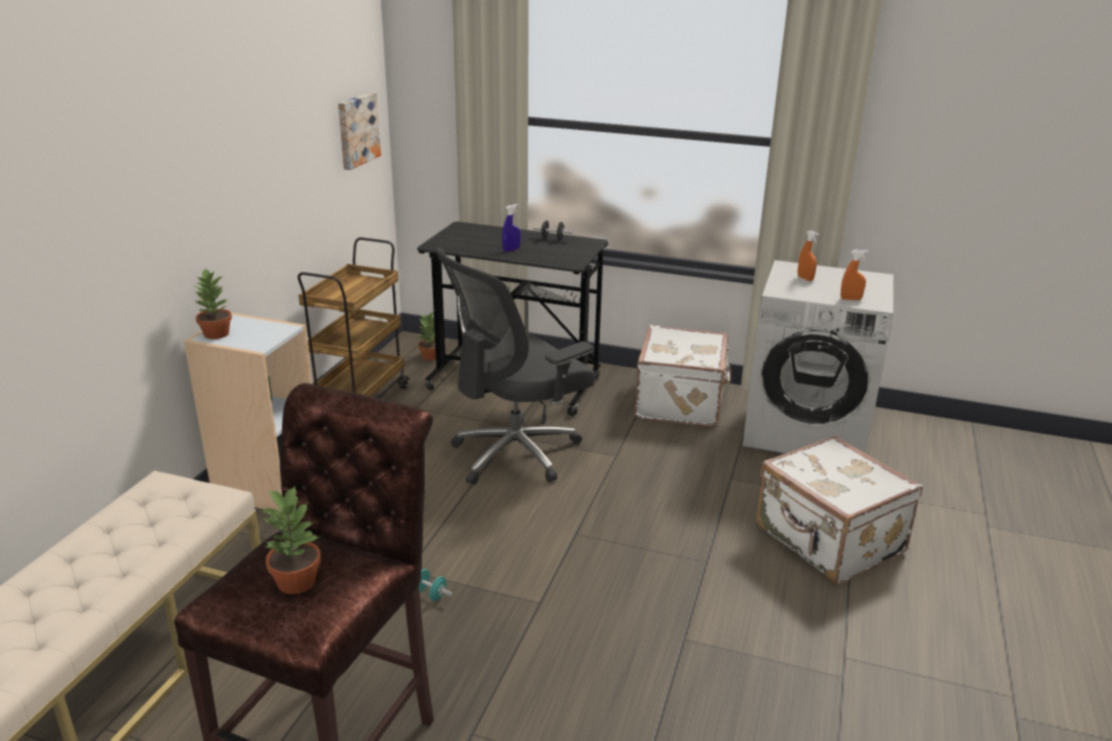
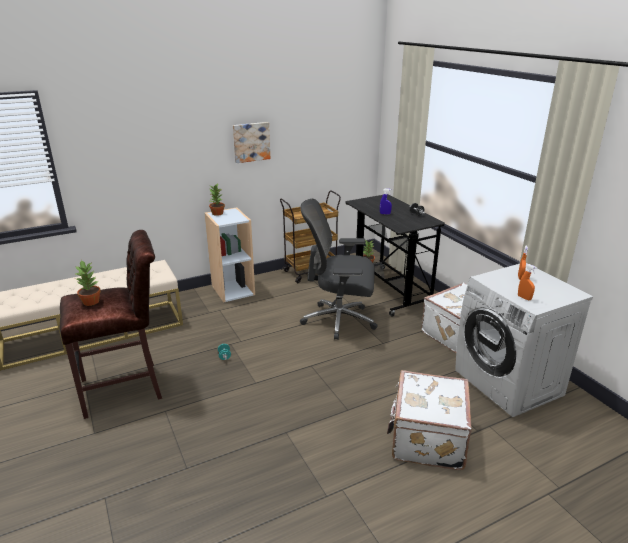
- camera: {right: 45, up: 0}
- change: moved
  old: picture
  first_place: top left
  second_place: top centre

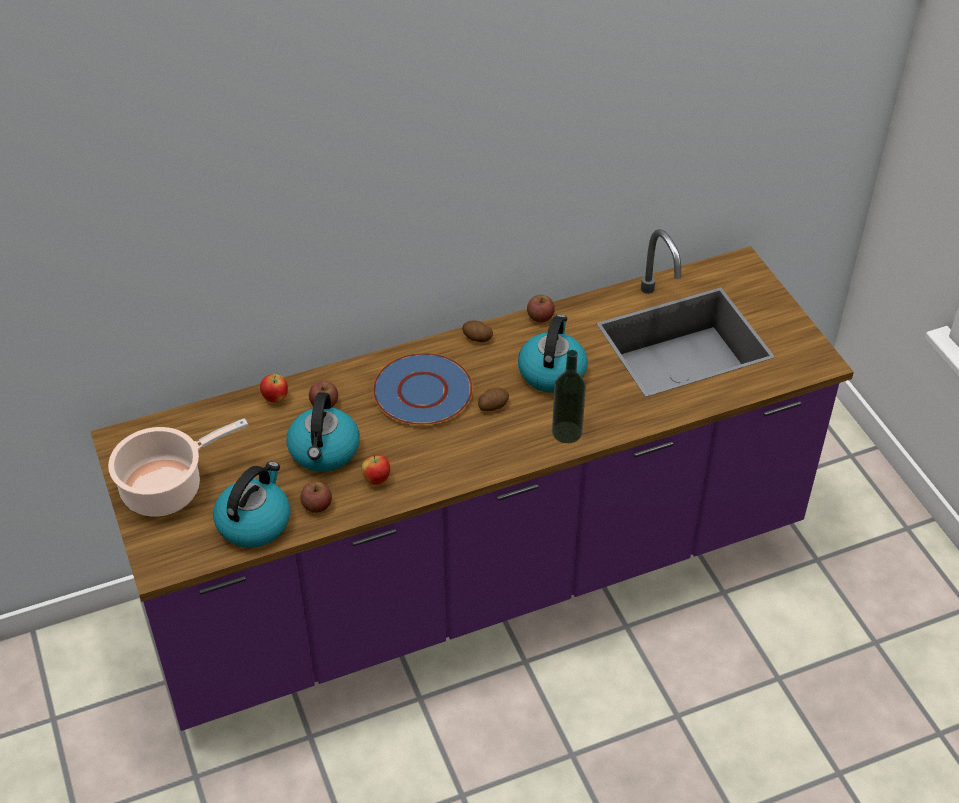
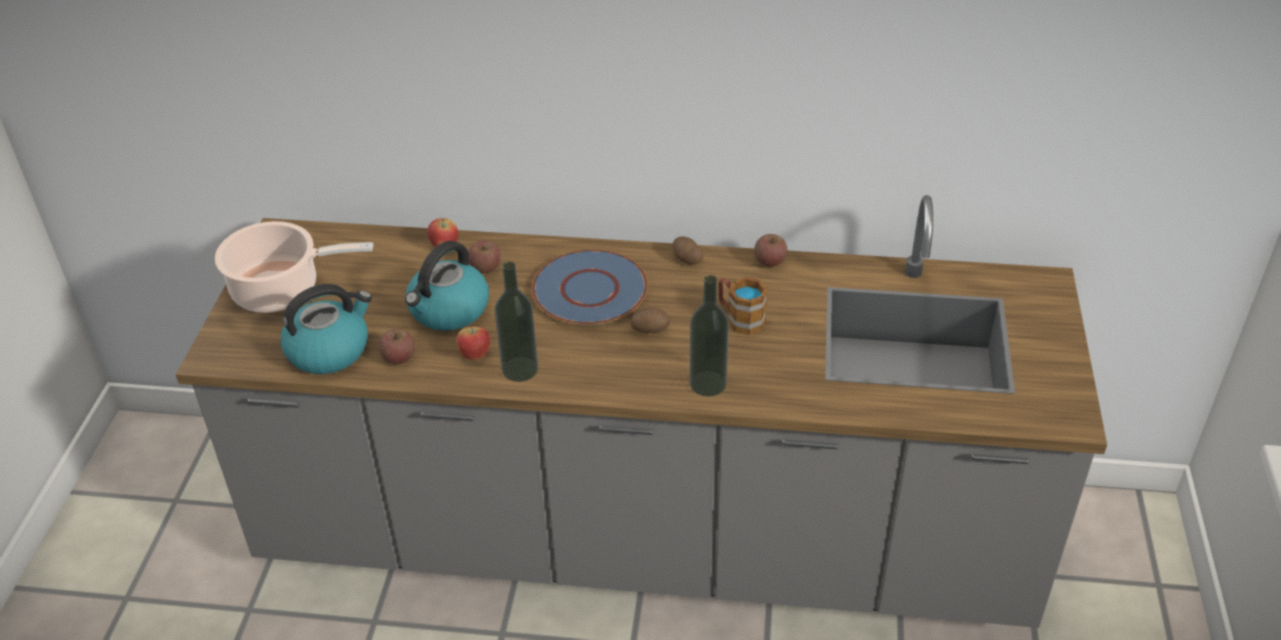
- camera: {right: 30, up: -5}
- change: recoloured
  old: counter (purple)
  new: counter (grey)
  first_place: centre
  second_place: centre
- change: replaced
  old: kettle (3rd from left)
  new: mug
  first_place: centre
  second_place: centre
- change: added
  new: bottle (1st from left)
  second_place: centre

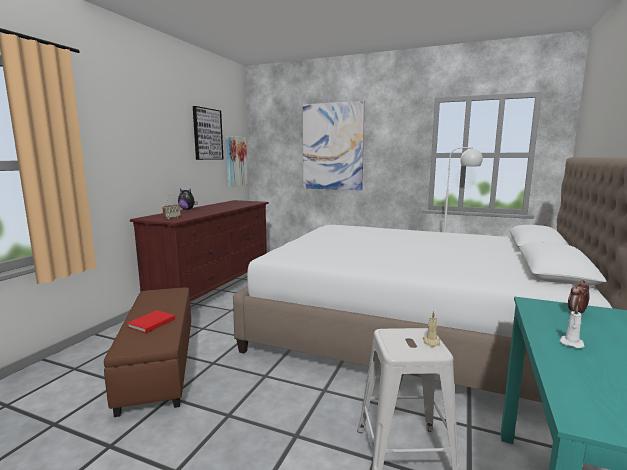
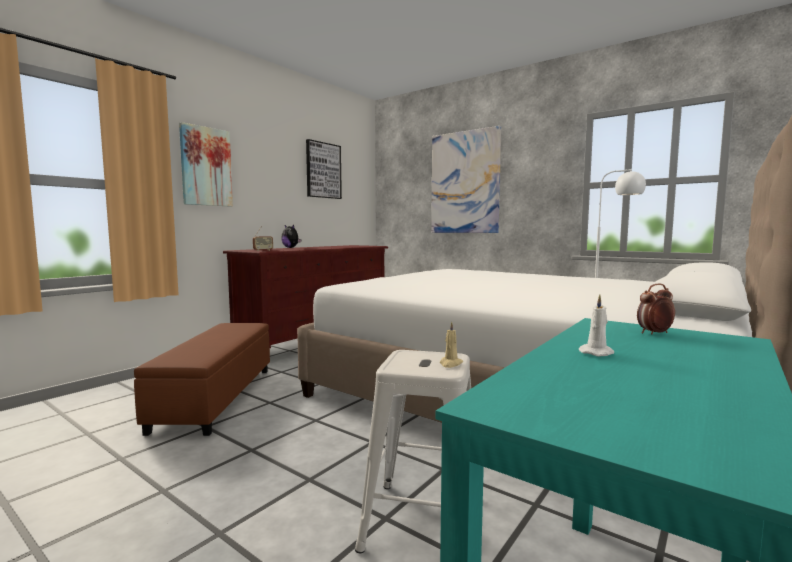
- camera: {right: 15, up: -5}
- change: removed
  old: book (red)
  first_place: bottom left
- change: moved
  old: picture (2nd from left in the first image)
  new: picture (1st from left)
  first_place: centre
  second_place: top left

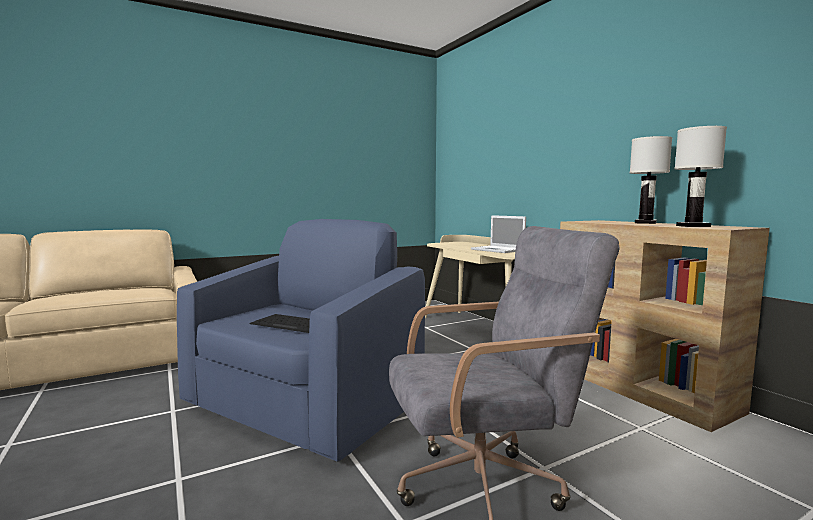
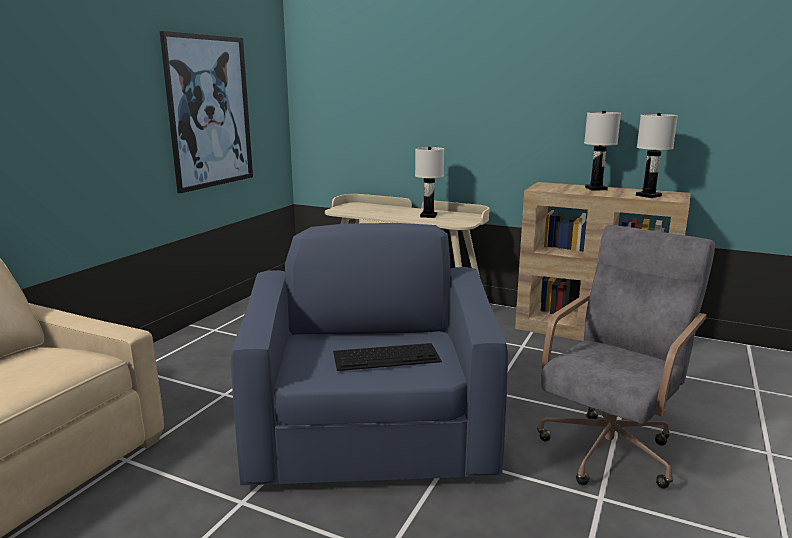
- camera: {right: -35, up: 10}
- change: replaced
  old: laptop
  new: table lamp (white) (1st from left)
  first_place: centre
  second_place: centre
- change: added
  new: picture
  second_place: top left

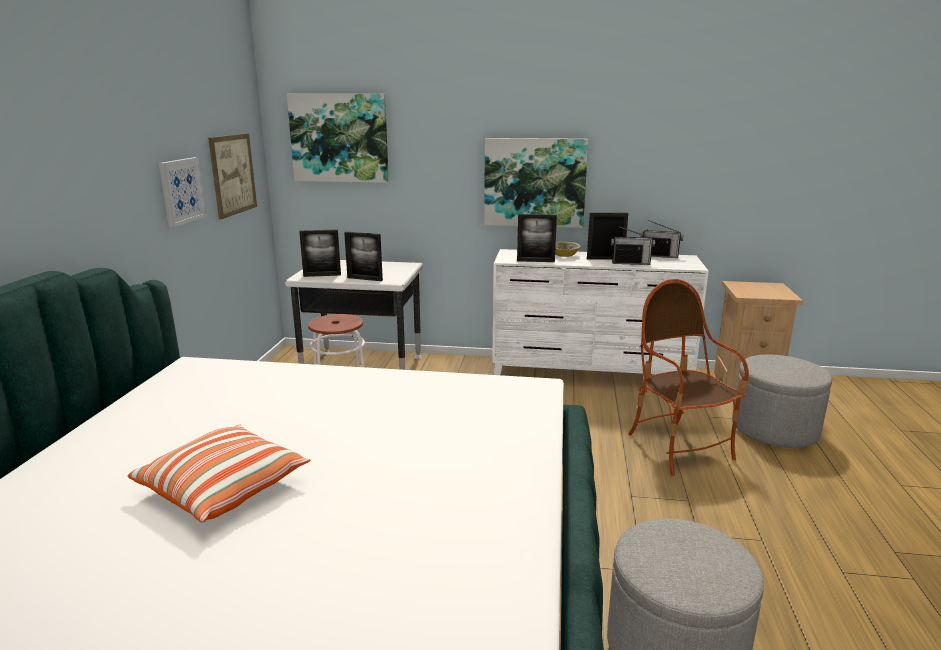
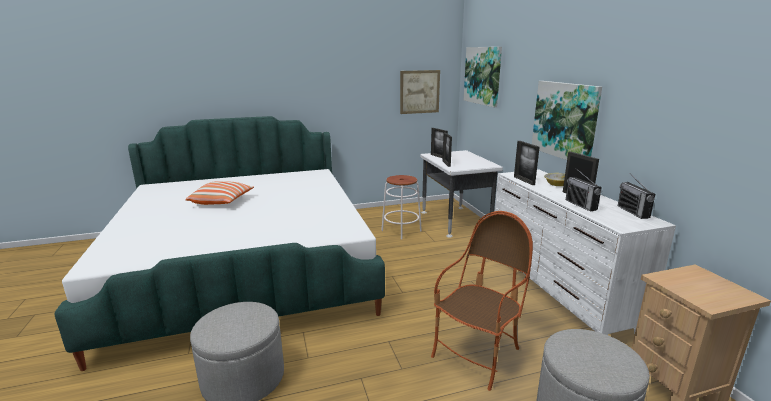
- camera: {right: 65, up: 0}
- change: removed
  old: picture (1st from left)
  first_place: top left

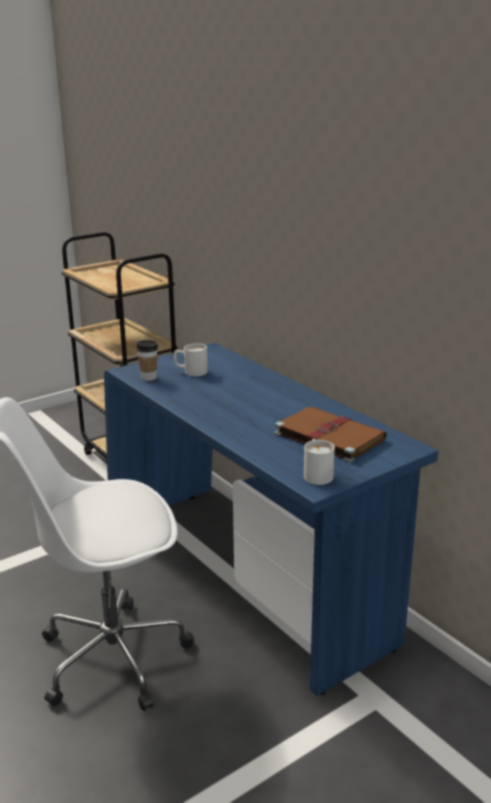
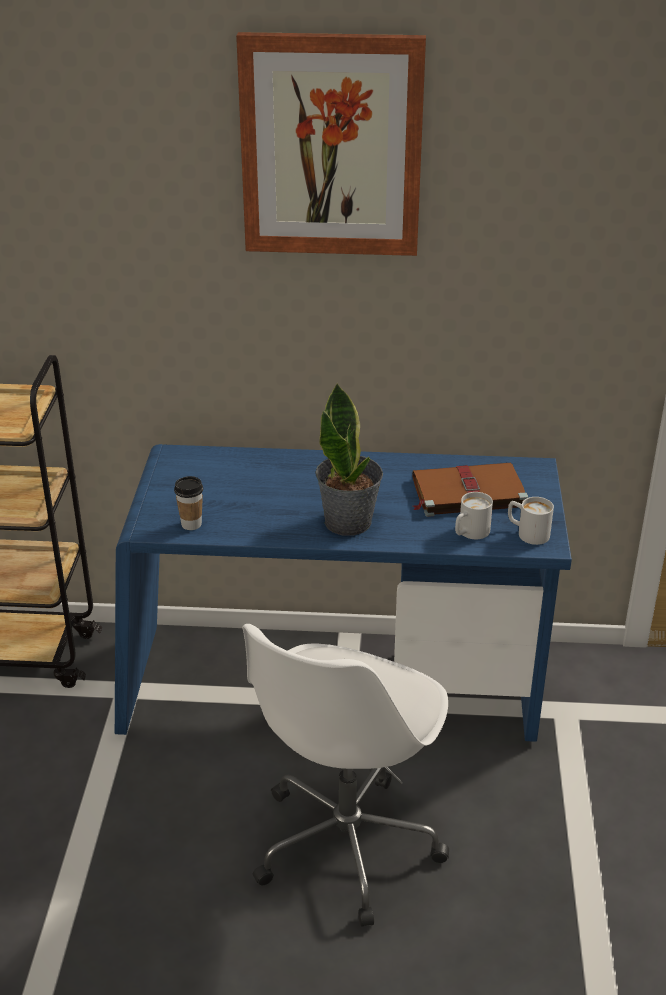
- camera: {right: -50, up: 10}
- change: moved
  old: mug (white) (1st from left)
  first_place: centre
  second_place: middle right
- change: added
  new: picture
  second_place: top centre
- change: added
  new: potted plant
  second_place: centre

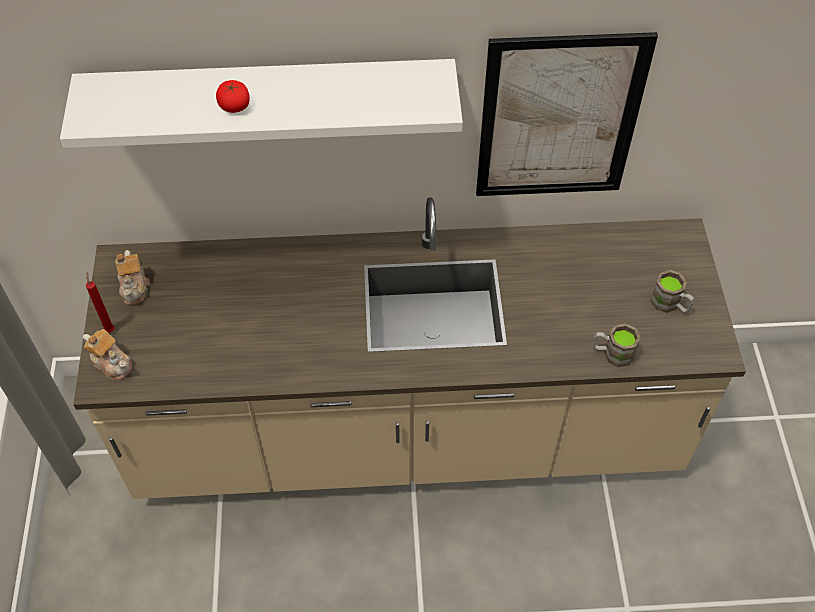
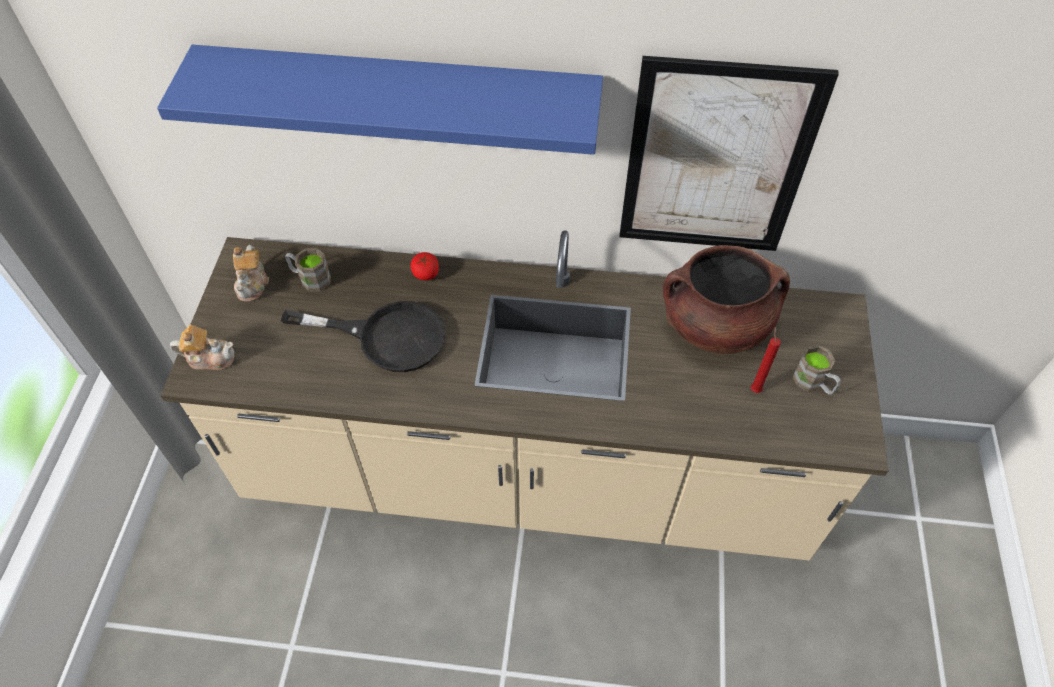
- camera: {right: 10, up: 0}
- change: recoloured
  old: shelf (white)
  new: shelf (blue)
  first_place: top left
  second_place: top centre
- change: turned
  old: teapot (1st from left)
  first_place: middle left
  second_place: middle left
  degrees: -45
- change: moved
  old: candle (red)
  first_place: middle left
  second_place: middle right
- change: moved
  old: tomato
  first_place: top left
  second_place: centre
- change: moved
  old: mug (brown) (1st from left)
  first_place: middle right
  second_place: middle left
- change: added
  new: frying pan (black)
  second_place: centre
- change: added
  new: cooking pot (brown)
  second_place: middle right

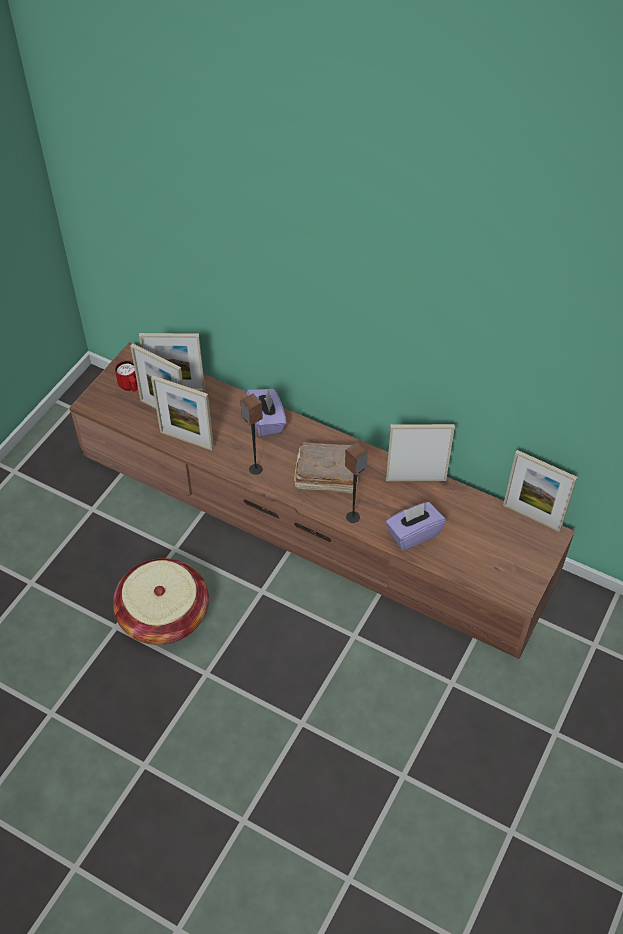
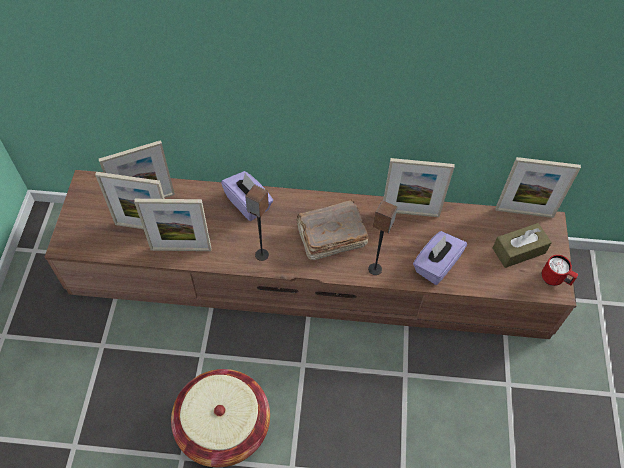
- camera: {right: -25, up: 5}
- change: moved
  old: mug (red)
  first_place: middle left
  second_place: middle right
- change: turned
  old: picture frame (4th from left)
  first_place: middle right
  second_place: middle right
  degrees: -150
- change: added
  new: tissue box (brown)
  second_place: middle right

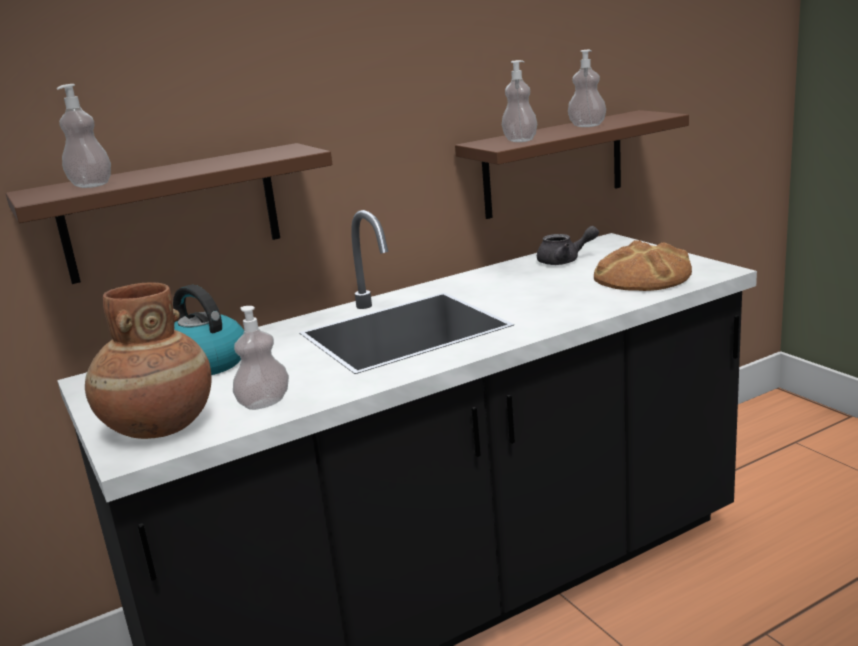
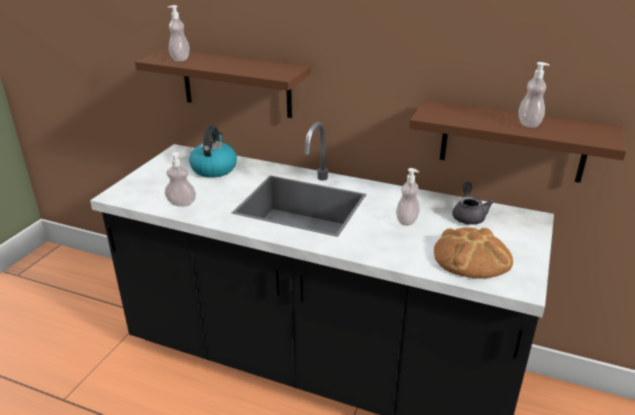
- camera: {right: 50, up: 10}
- change: removed
  old: vase (brown)
  first_place: middle left
- change: moved
  old: soap dispenser (3rd from left)
  first_place: top centre
  second_place: centre
- change: turned
  old: teapot (grey)
  first_place: centre
  second_place: middle right
  degrees: -135

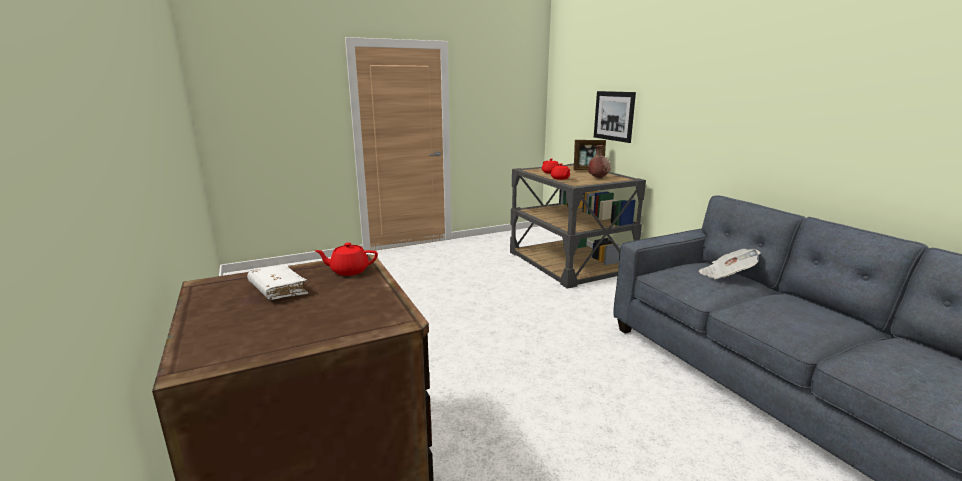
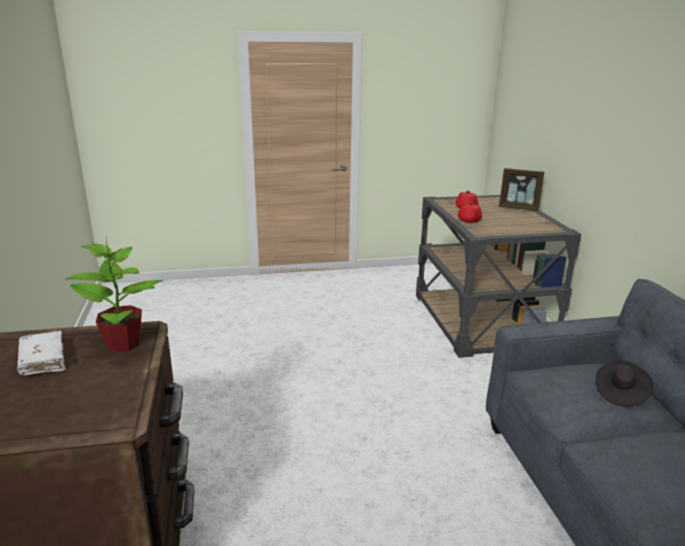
- camera: {right: 15, up: 5}
- change: replaced
  old: teapot (red) (1st from left)
  new: potted plant
  first_place: centre
  second_place: middle left
- change: removed
  old: vase (brown)
  first_place: centre
- change: removed
  old: picture
  first_place: top centre
- change: replaced
  old: newspaper
  new: hat (black)
  first_place: middle right
  second_place: bottom right

